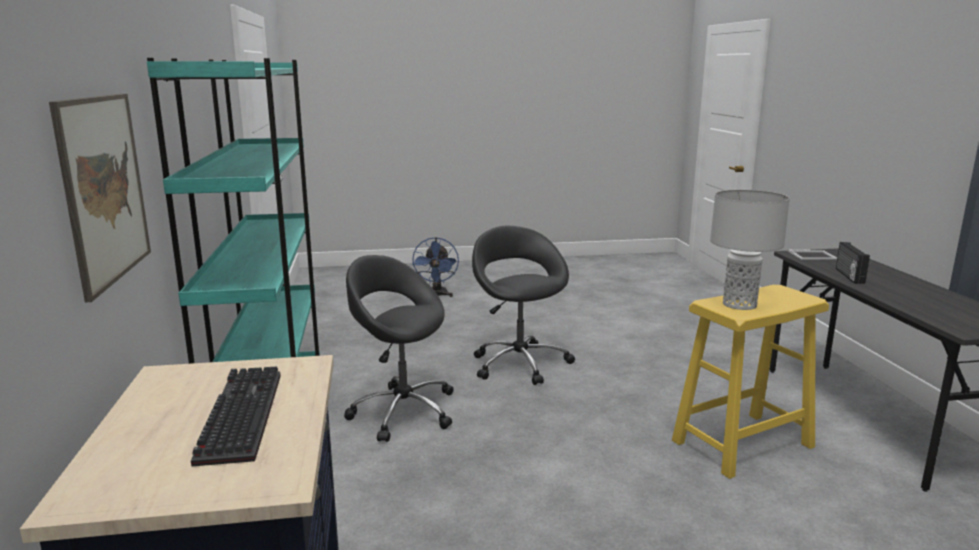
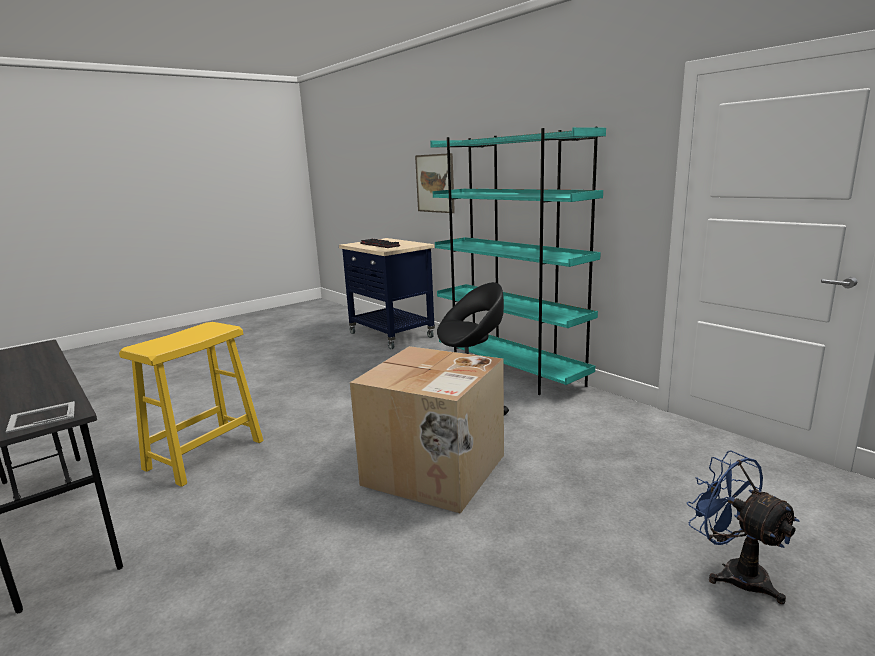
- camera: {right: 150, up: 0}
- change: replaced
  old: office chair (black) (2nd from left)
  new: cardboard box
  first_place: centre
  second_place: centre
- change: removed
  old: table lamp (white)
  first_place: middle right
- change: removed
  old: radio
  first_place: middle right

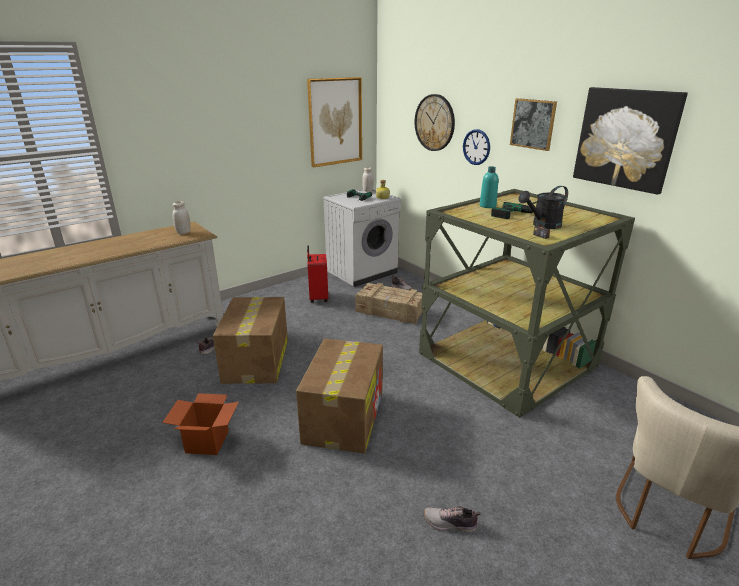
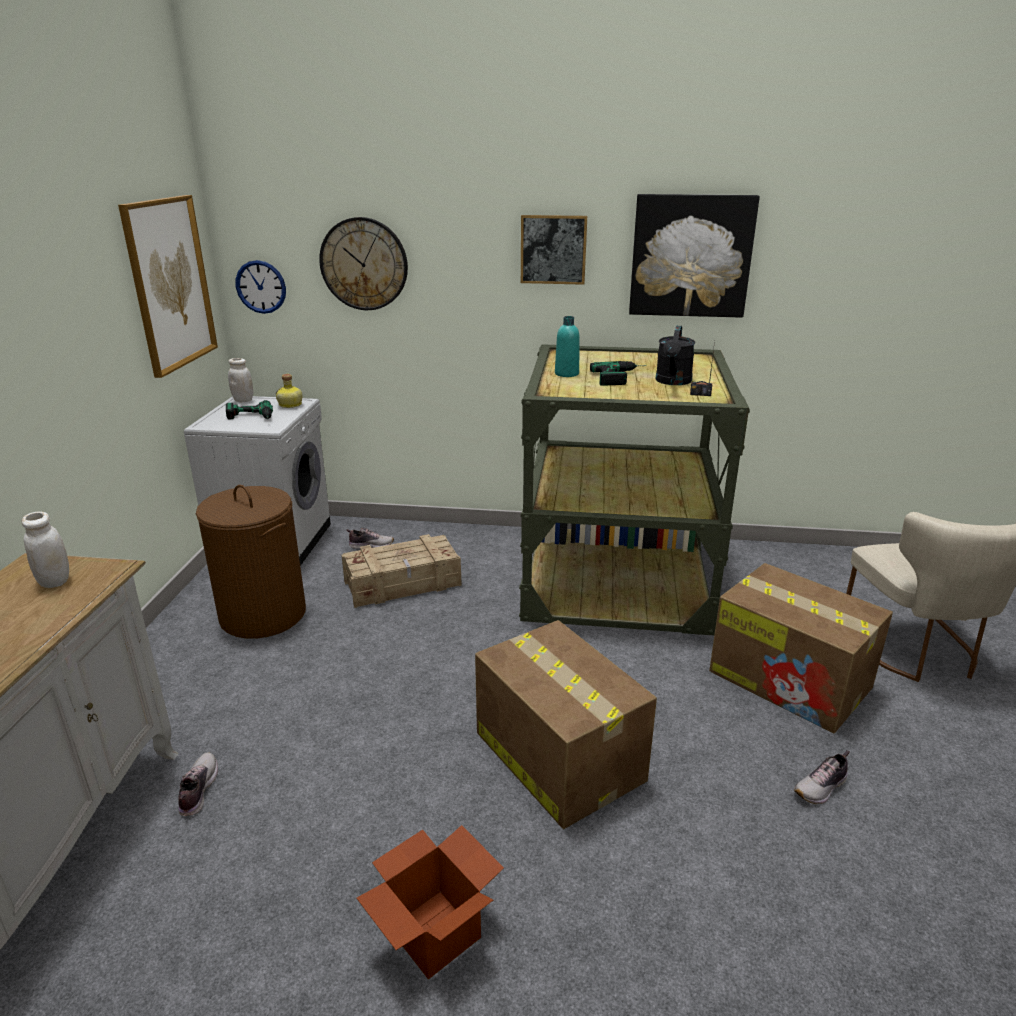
- camera: {right: -45, up: 0}
- change: moved
  old: cardboard box (2nd from left in the first image)
  new: cardboard box (3rd from left)
  first_place: centre
  second_place: middle right
- change: replaced
  old: suitcase (red)
  new: laundry basket (brown)
  first_place: centre
  second_place: middle left
- change: moved
  old: wall clock (2nd from left in the first image)
  new: wall clock (1st from left)
  first_place: top centre
  second_place: top left

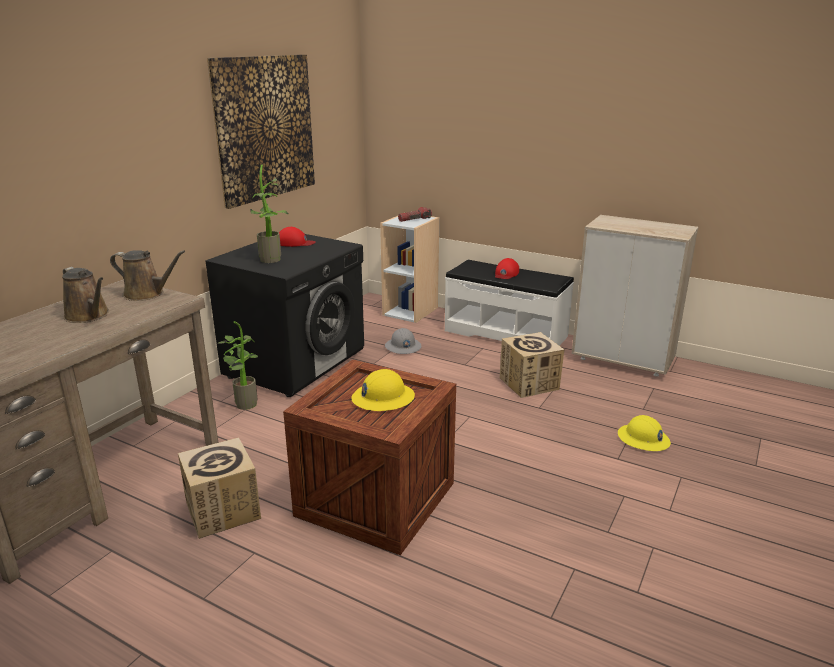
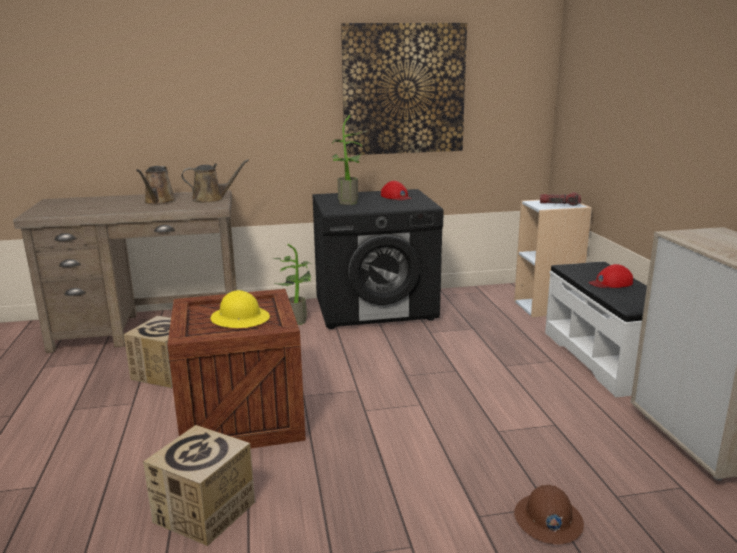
- camera: {right: 50, up: -5}
- change: turned
  old: watering can (brown) (2nd from left)
  first_place: middle left
  second_place: top left
  degrees: -75
- change: removed
  old: hard hat (grey)
  first_place: centre
- change: moved
  old: cardboard box (2nd from left)
  first_place: centre
  second_place: bottom left
- change: recoloured
  old: hard hat (yellow) (2nd from left)
  new: hard hat (brown)
  first_place: middle right
  second_place: bottom right

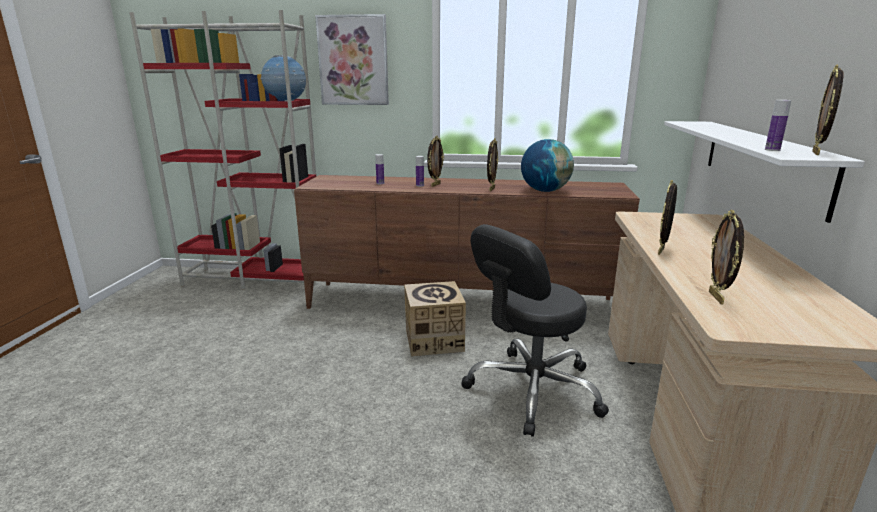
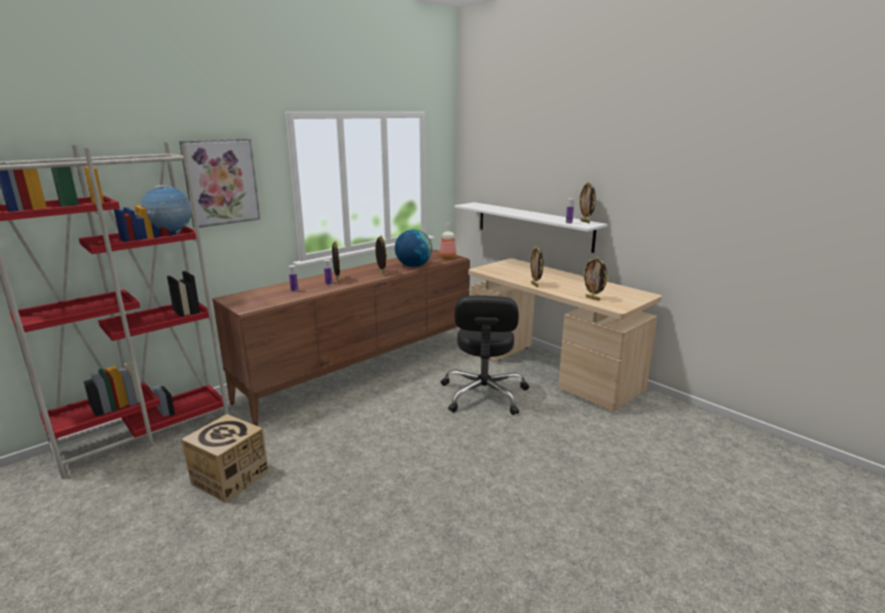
- camera: {right: -50, up: 0}
- change: moved
  old: cardboard box
  first_place: centre
  second_place: bottom left
- change: added
  new: bottle (3rd from left)
  second_place: centre

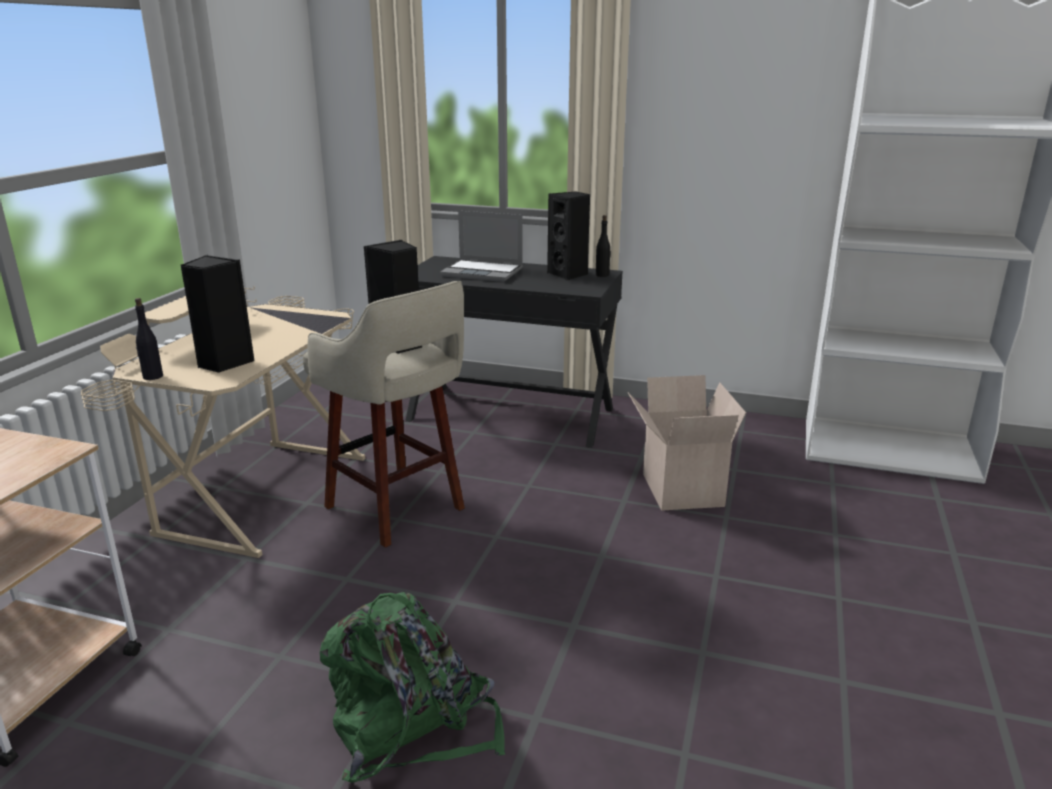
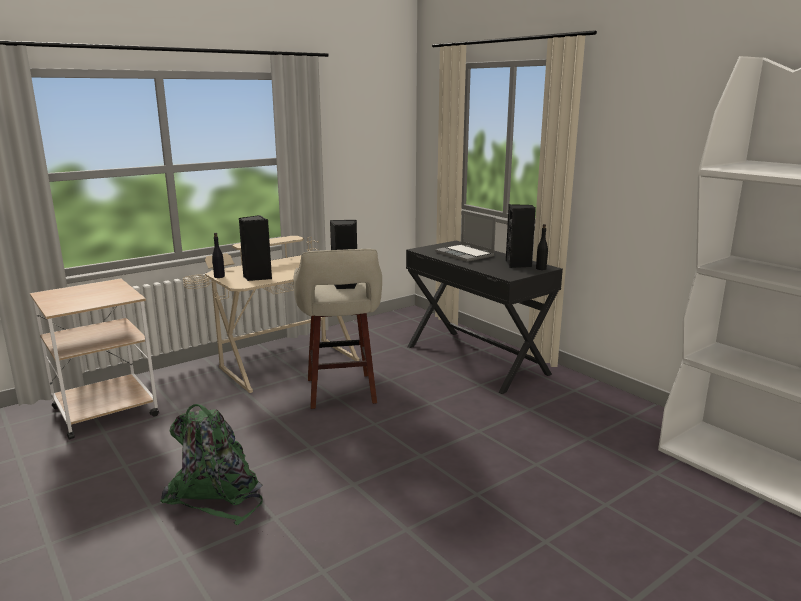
- camera: {right: 35, up: -5}
- change: removed
  old: cardboard box
  first_place: centre

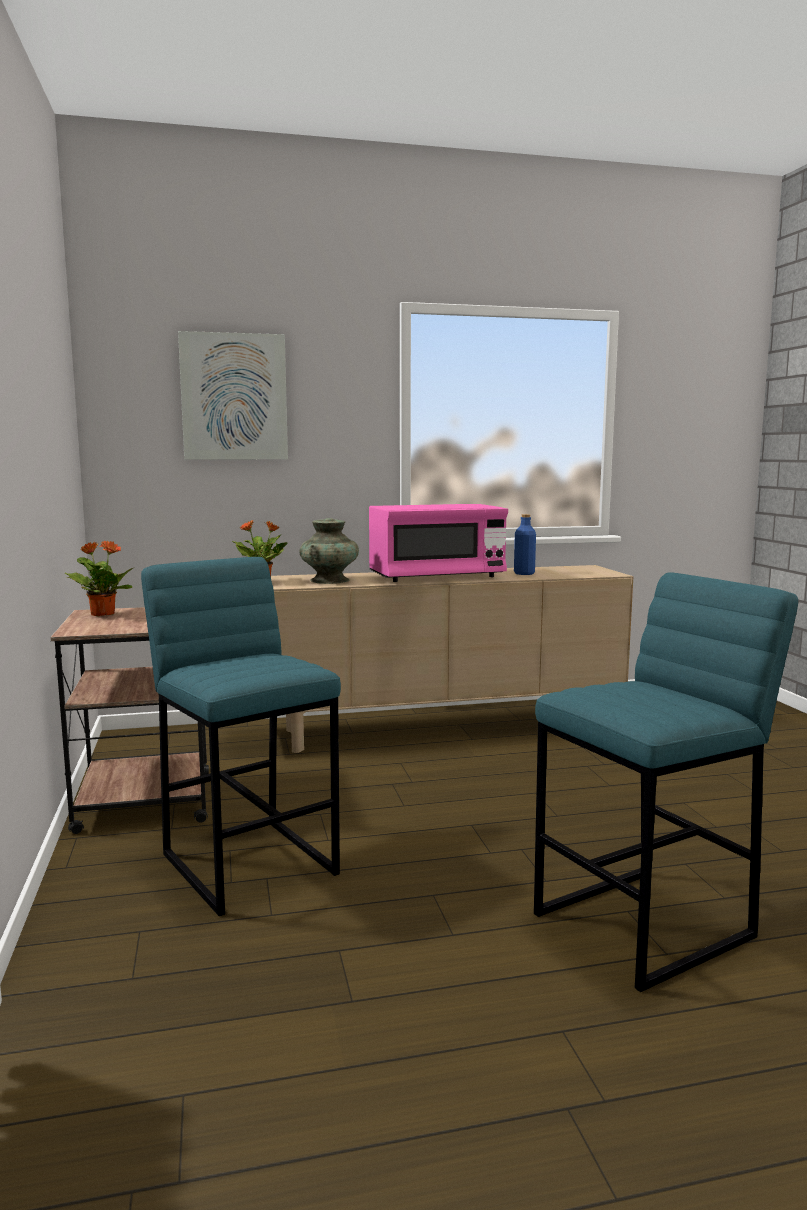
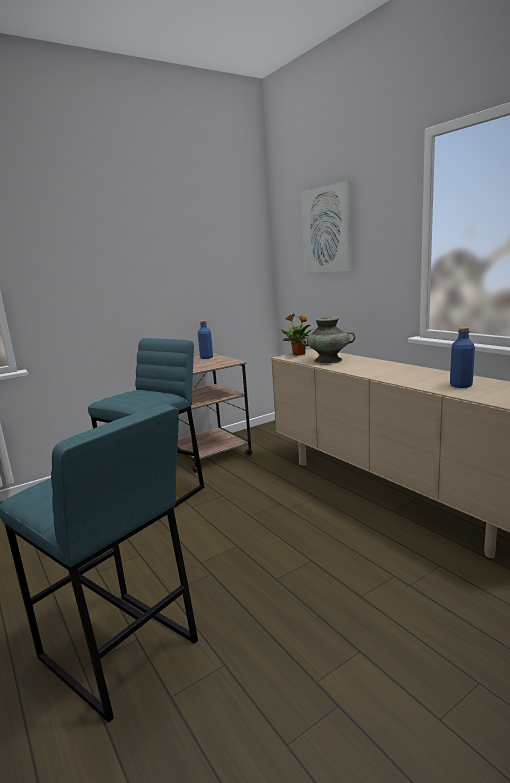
- camera: {right: 70, up: 5}
- change: replaced
  old: potted plant (1st from left)
  new: bottle (blue) (1st from left)
  first_place: middle left
  second_place: centre
- change: removed
  old: microwave (pink)
  first_place: centre

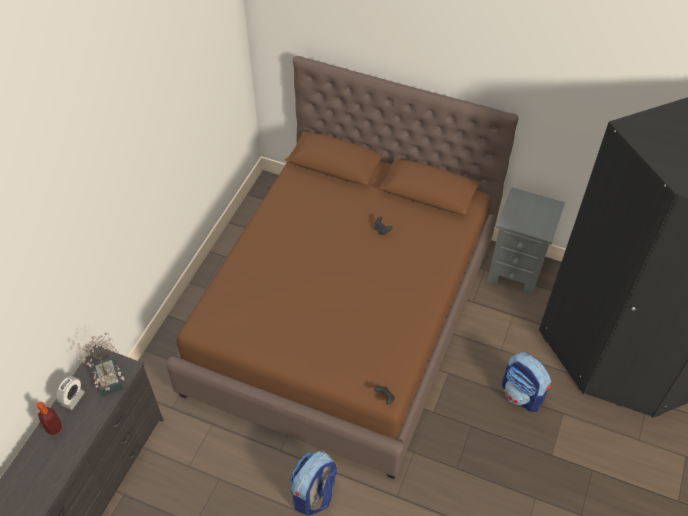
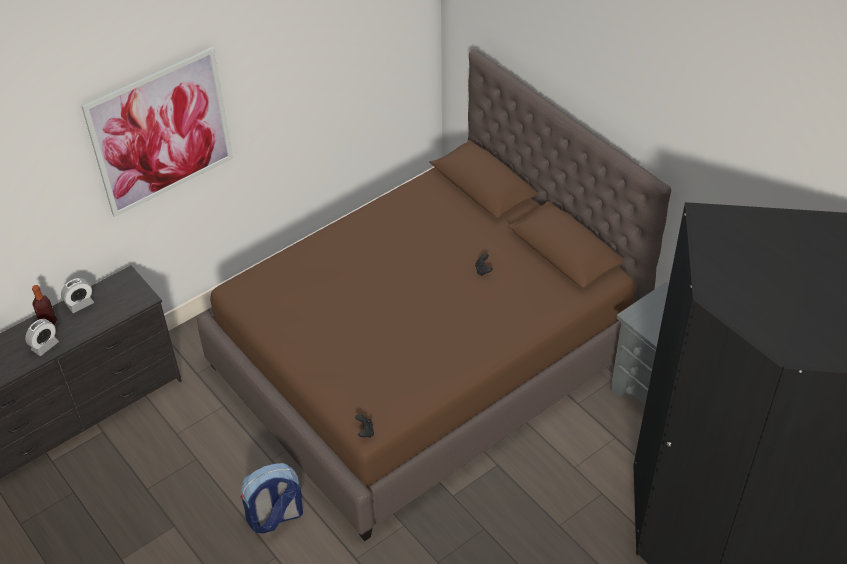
- camera: {right: 30, up: -5}
- change: removed
  old: potted plant
  first_place: bottom left
- change: removed
  old: backpack (2nd from left)
  first_place: bottom right
- change: added
  new: alarm clock (1st from left)
  second_place: middle left
- change: added
  new: picture
  second_place: top left

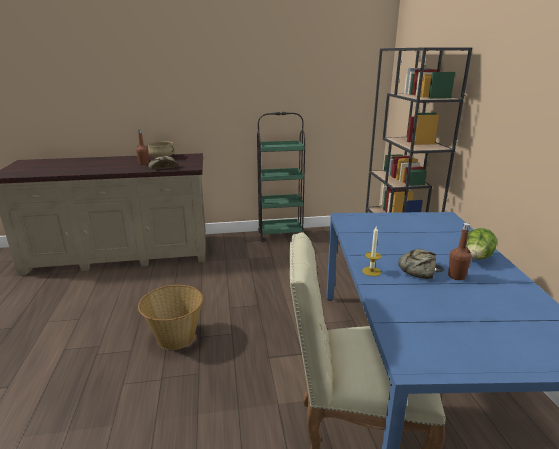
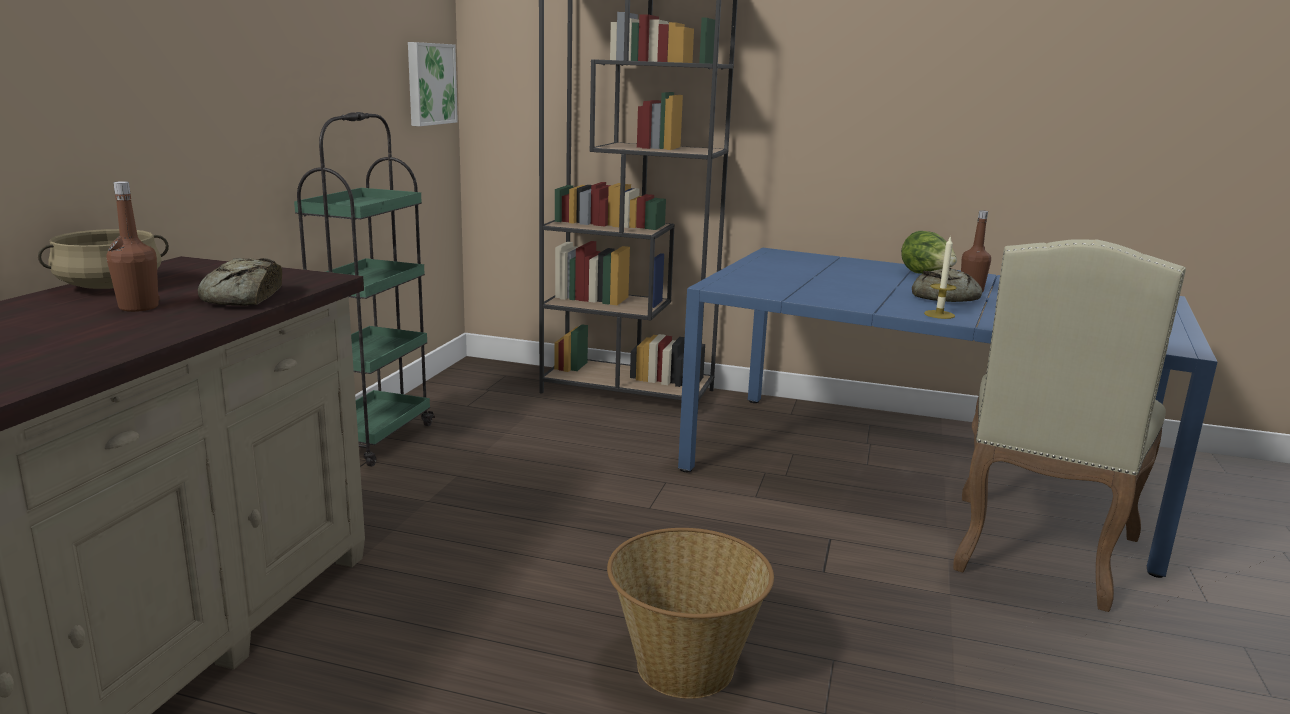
- camera: {right: -65, up: -5}
- change: added
  new: picture
  second_place: top centre

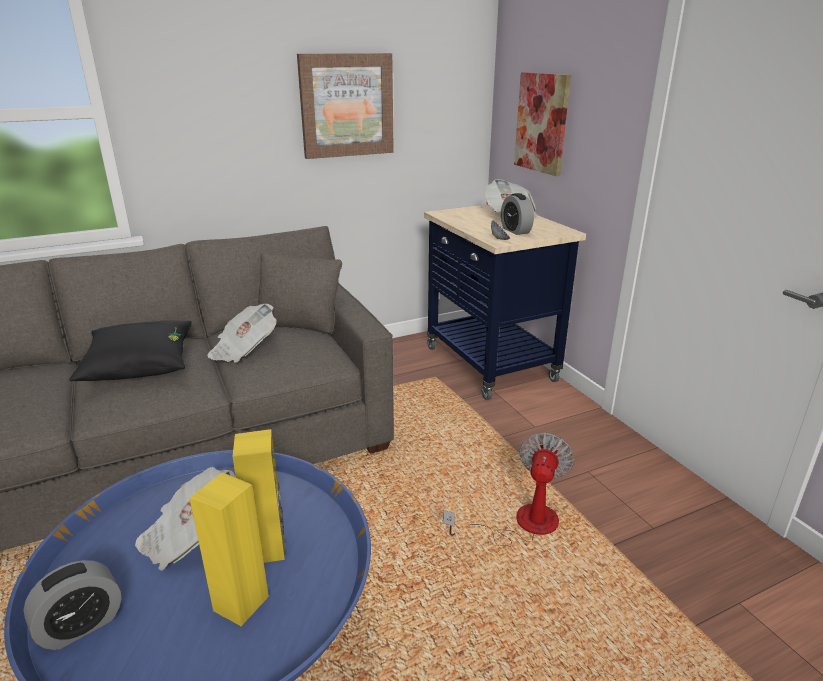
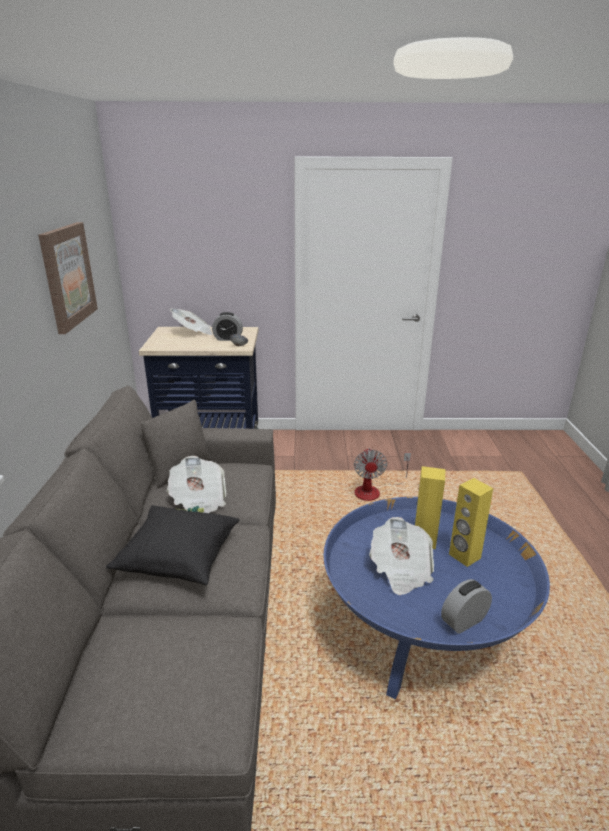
- camera: {right: -65, up: 0}
- change: turned
  old: alarm clock (1st from left in the first image)
  first_place: bottom left
  second_place: bottom right
  degrees: -105
- change: turned
  old: fan
  first_place: bottom centre
  second_place: centre
  degrees: -135
- change: removed
  old: picture (2nd from left)
  first_place: top centre

